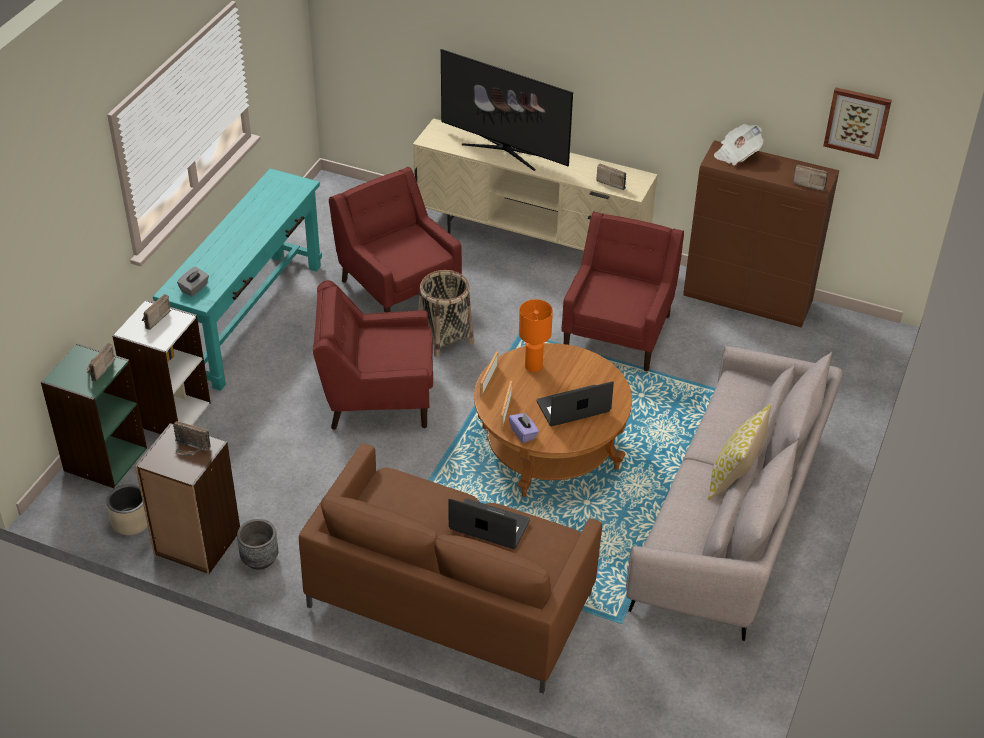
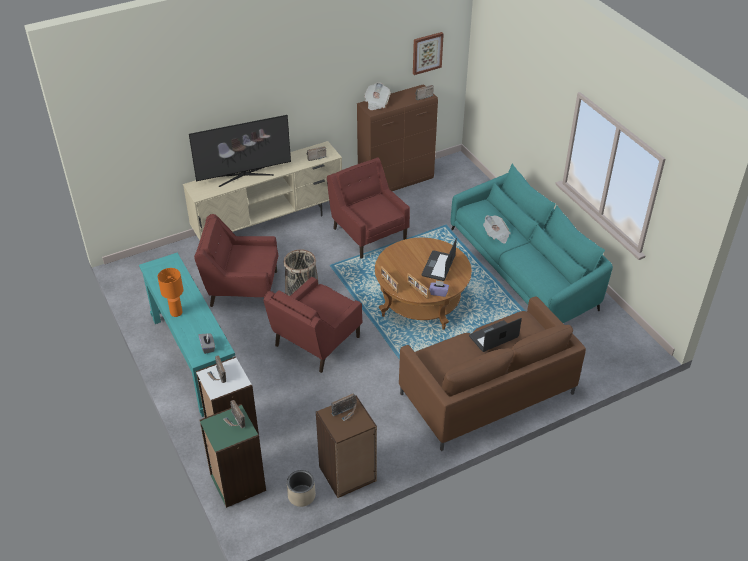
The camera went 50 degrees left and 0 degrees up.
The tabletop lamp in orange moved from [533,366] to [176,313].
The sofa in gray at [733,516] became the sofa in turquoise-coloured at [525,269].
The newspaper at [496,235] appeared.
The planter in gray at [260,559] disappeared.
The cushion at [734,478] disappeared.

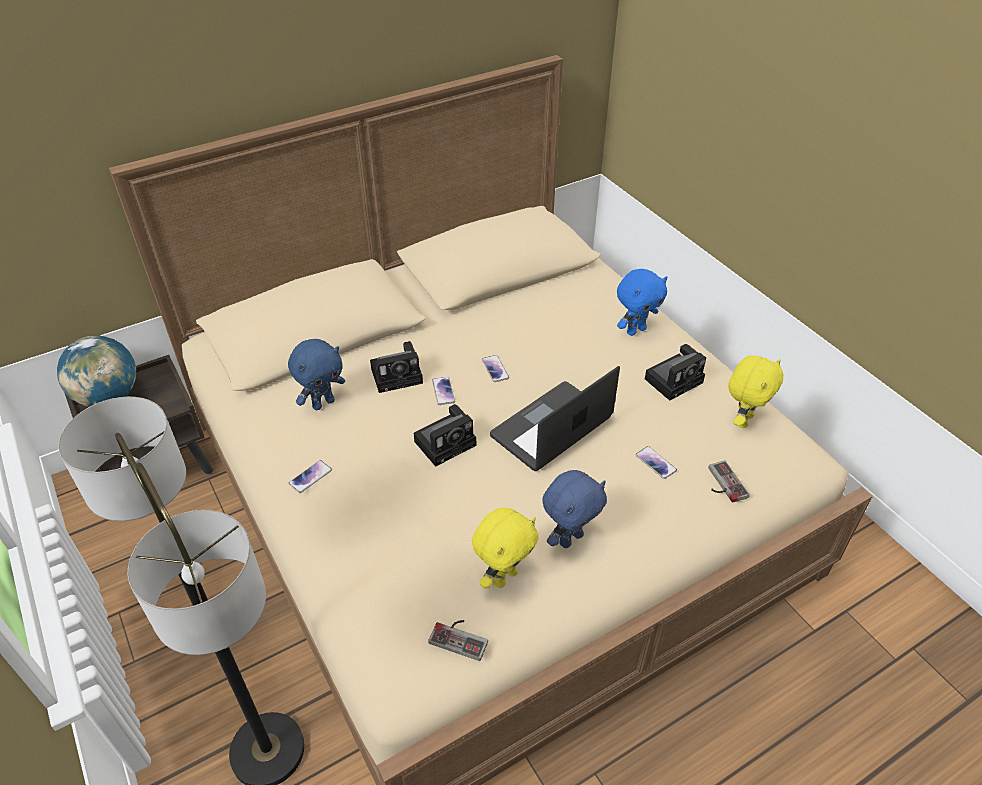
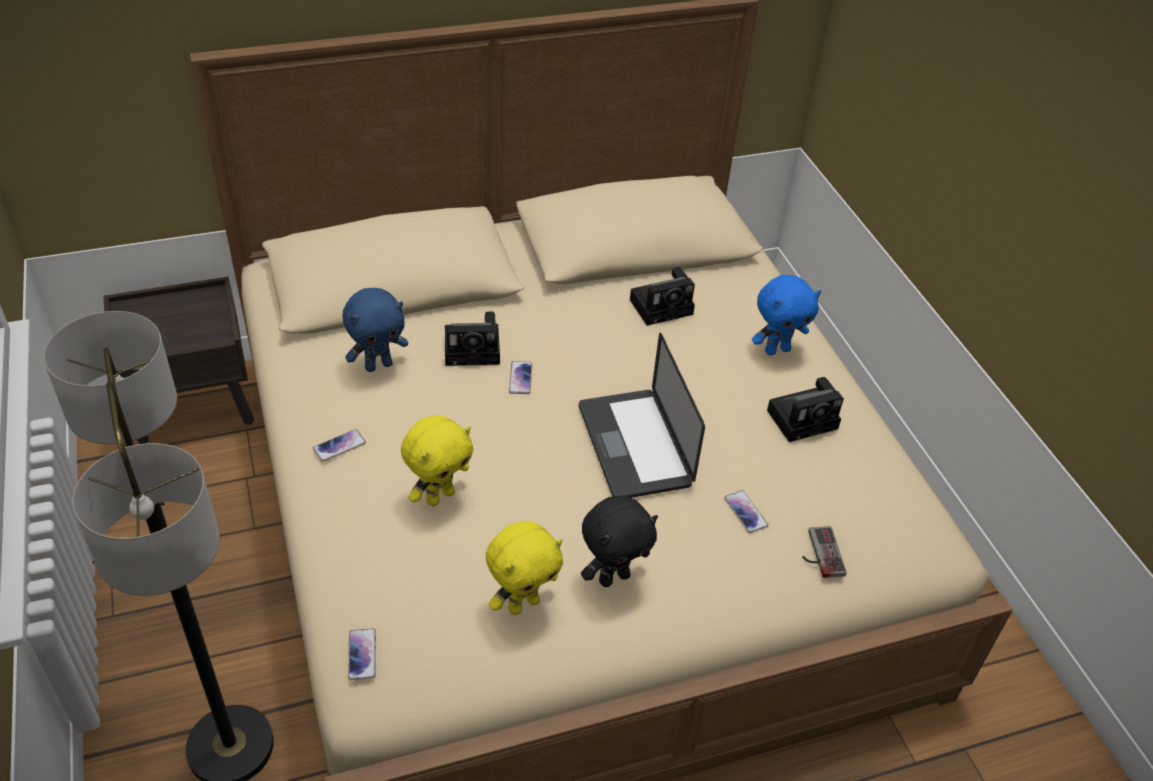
The camera went 10 degrees right and 0 degrees up.
The phone moved from [495,369] to [362,654].
The cuddly toy in yellow-coloured moved from [743,420] to [439,496].
The portable computer at [551,427] turned 75 degrees counterclockwise.
The cuddly toy in bluish at [570,538] became the cuddly toy in black-coloured at [614,577].
The photo camera moved from [447,442] to [663,306].
The globe at [109,397] disappeared.
The gamepad at [460,637] disappeared.

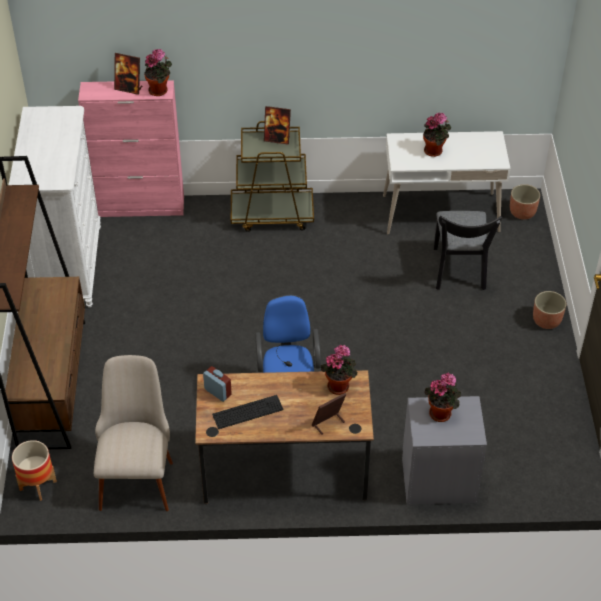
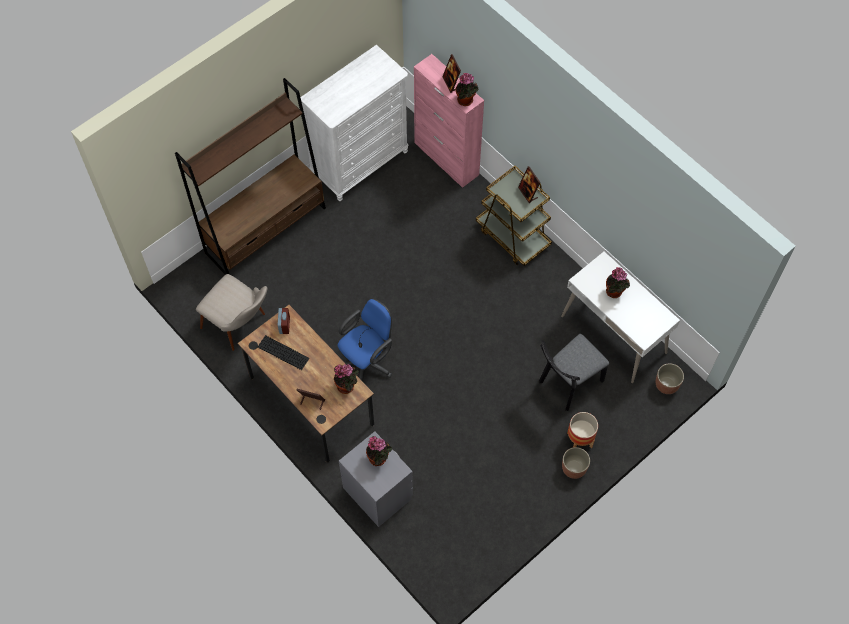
The camera went 50 degrees right and 15 degrees up.
The plain chair in sand-coloured at [137,473] turned 75 degrees clockwise.
The planter moved from [38,485] to [579,440].

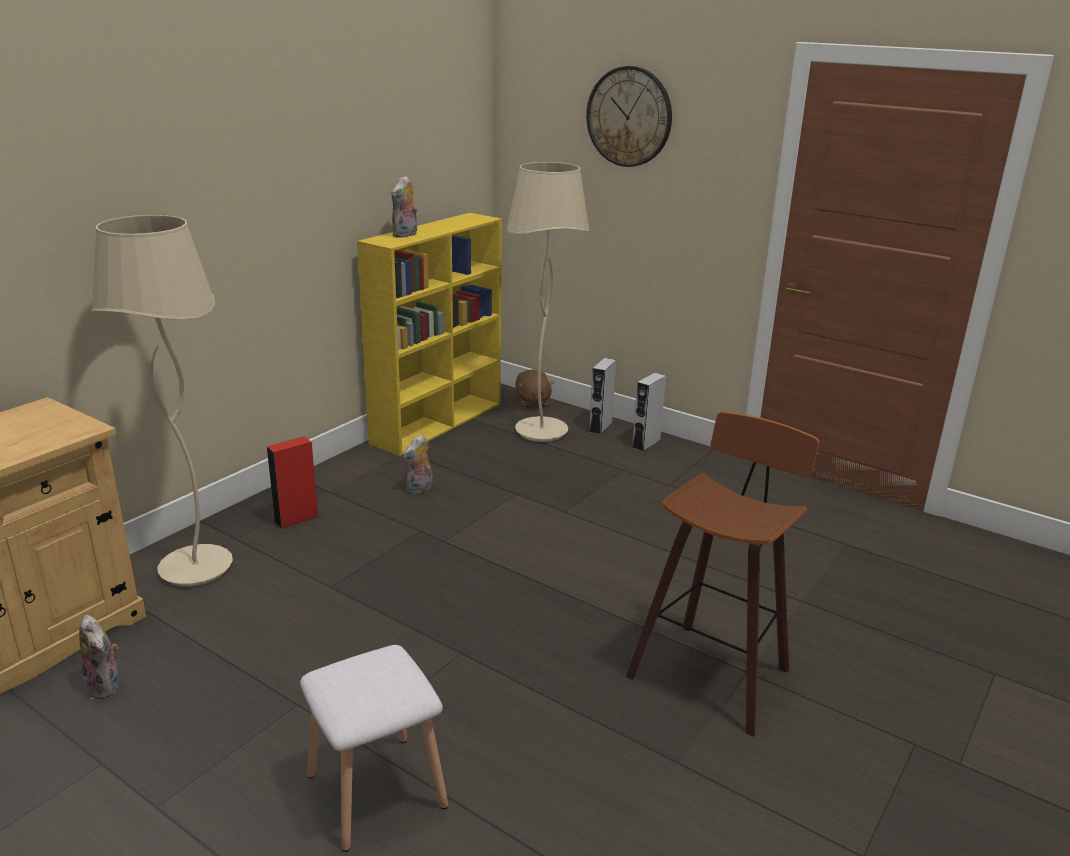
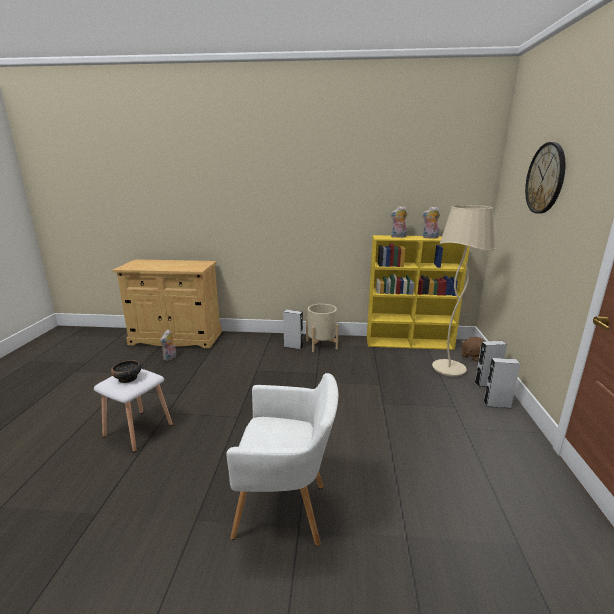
The camera went 60 degrees right and 5 degrees down.
The bowl at [127,378] appeared.
The stool seat at [713,672] was replaced by the lounge chair in white-coloured at [286,511].
The audio speaker in red-coloured at [296,519] became the audio speaker in gray at [293,346].
The planter in sand-coloured at [321,345] appeared.
The cuddly toy moved from [419,489] to [429,237].
The standard lamp in sand-coloured at [195,569] disappeared.

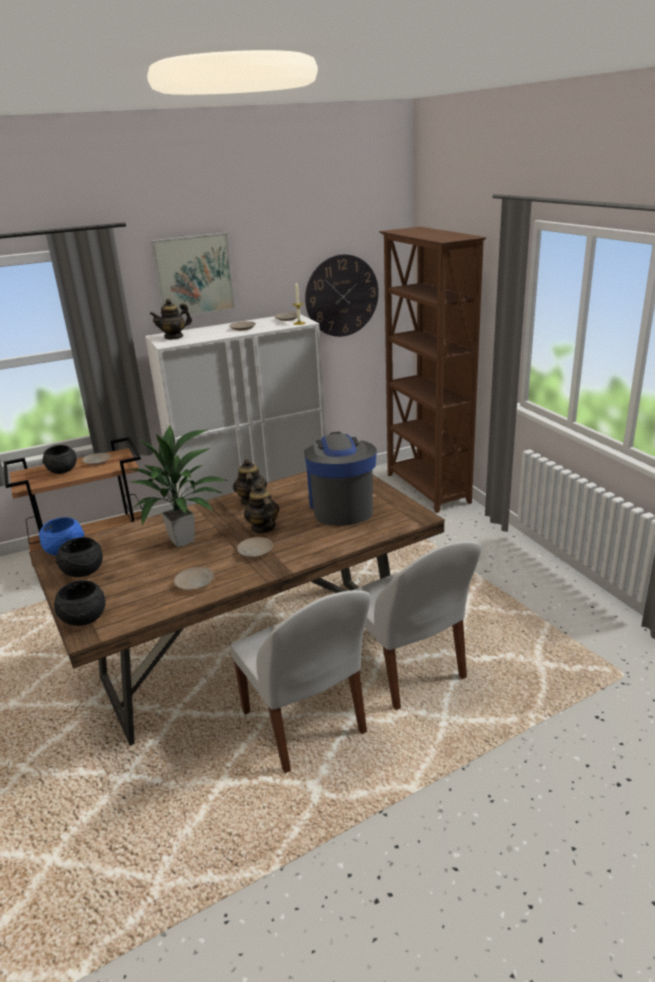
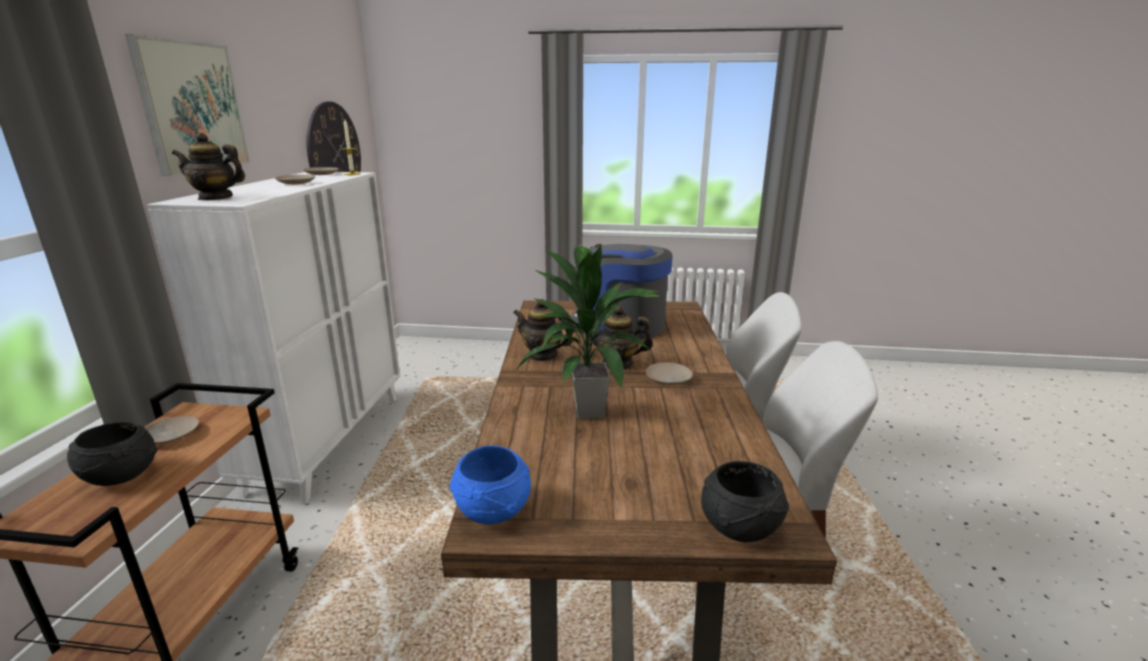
The camera went 60 degrees left and 5 degrees down.
The teapot at [174,337] turned 90 degrees clockwise.
The bowl in black-coloured at [82,572] disappeared.
The flat dish in sand-coloured at [195,583] disappeared.
The bookcase in brown at [427,489] disappeared.

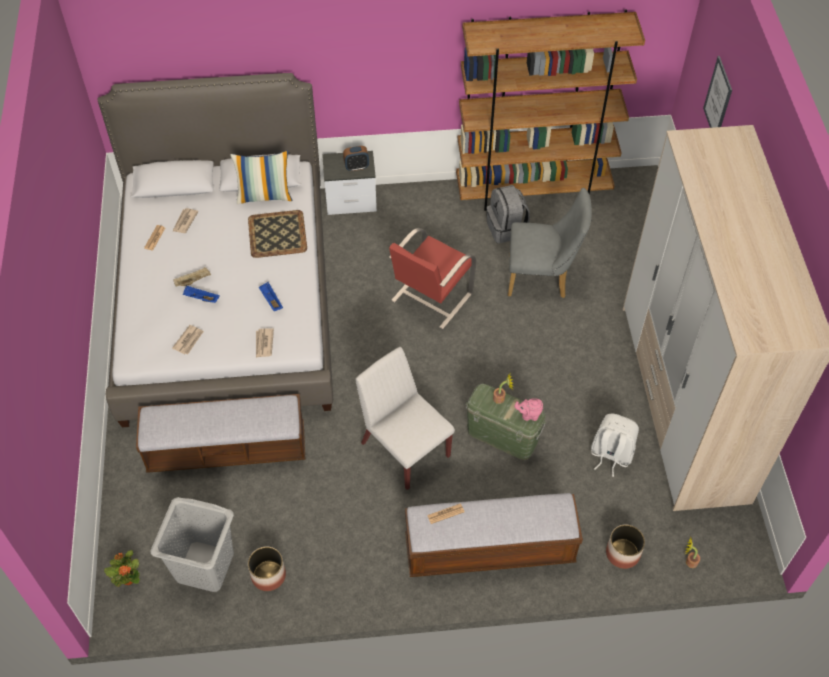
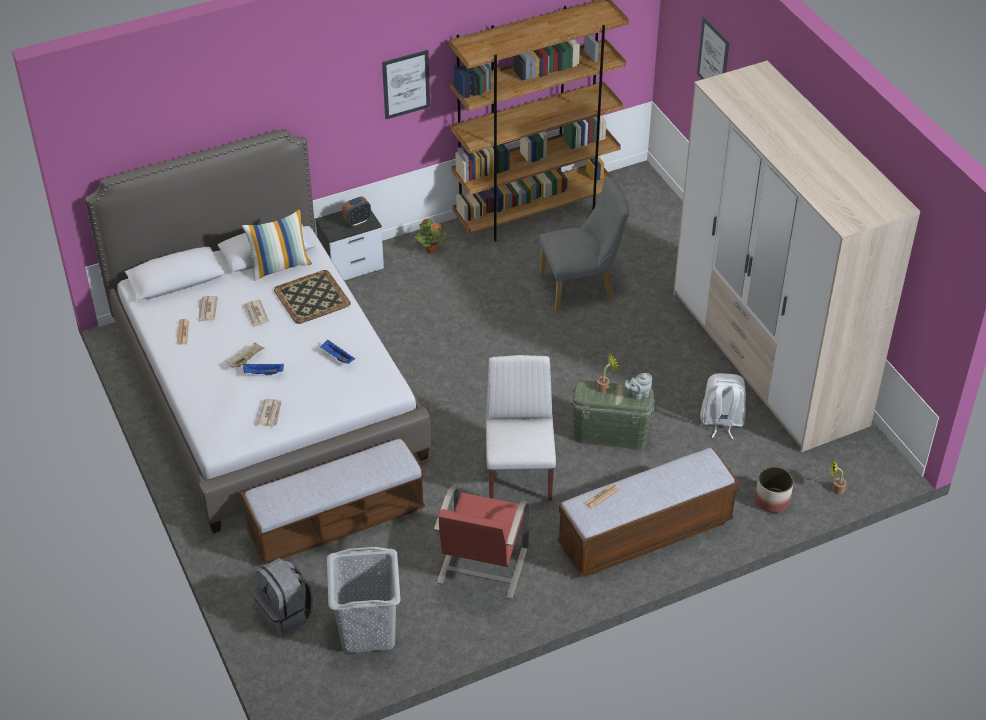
The camera went 20 degrees left and 10 degrees down.
The newspaper moved from [264,344] to [256,314].
The knapsack in gray moved from [506,229] to [286,614].
The wall picture at [406,84] appeared.
The potted plant moved from [128,579] to [430,249].
The plain chair in red-coloured moved from [430,298] to [481,567].
The plain chair in white-coloured at [404,449] turned 60 degrees clockwise.
The teapot in pink-coloured at [528,415] became the teapot in gray at [638,394].
The planter at [268,575] disappeared.

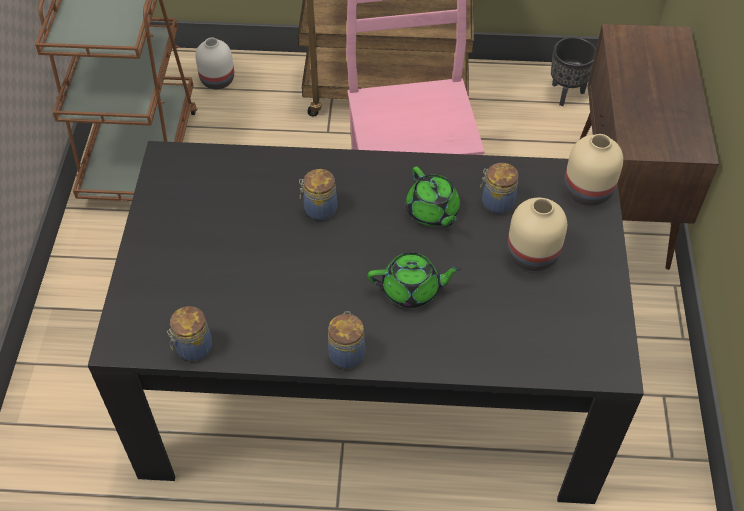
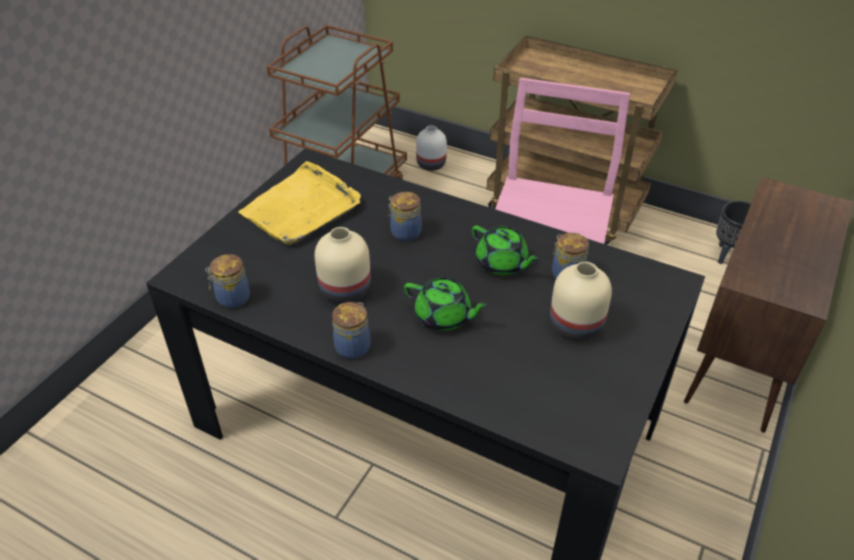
The camera went 25 degrees right and 10 degrees down.
The carrying tray in yellow-coloured at [301,208] appeared.
The flower vase in sand-coloured moved from [589,190] to [346,290].
The teapot in greenish at [432,212] turned 45 degrees counterclockwise.

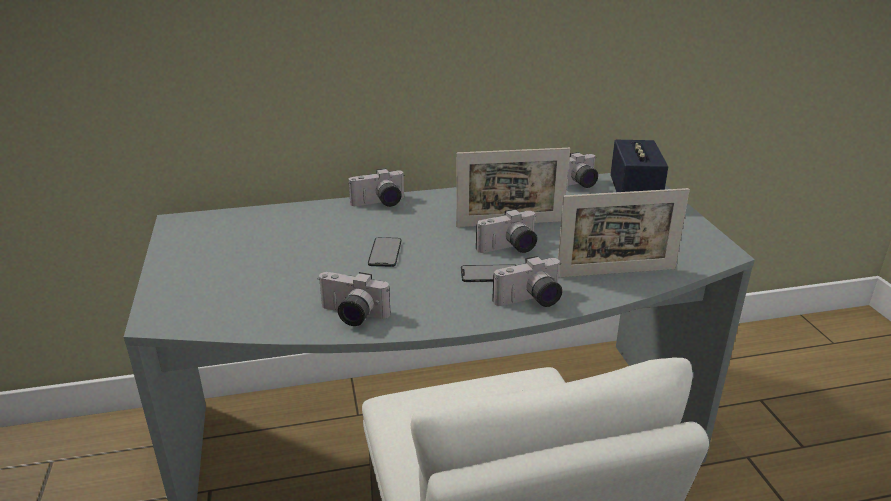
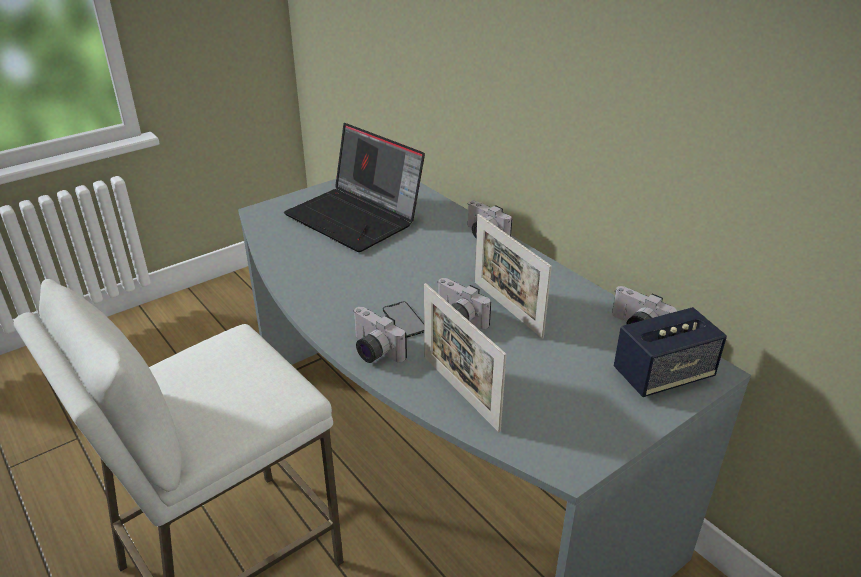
The camera went 65 degrees right and 5 degrees up.
The portable computer at [356,218] appeared.
The photo camera at [351,316] disappeared.
The phone at [385,252] disappeared.

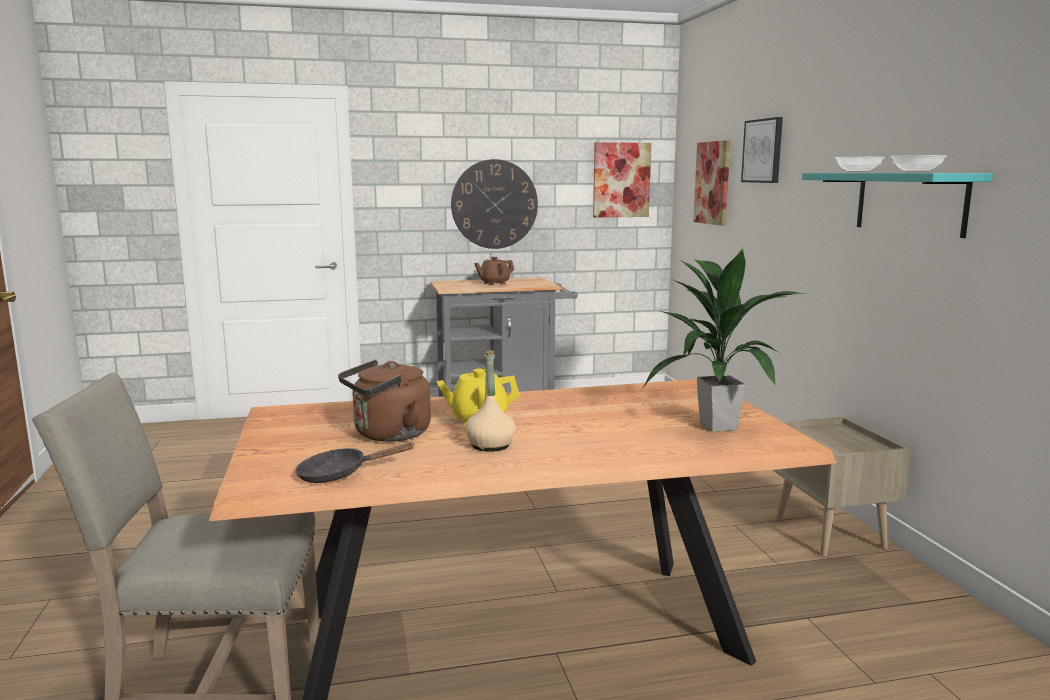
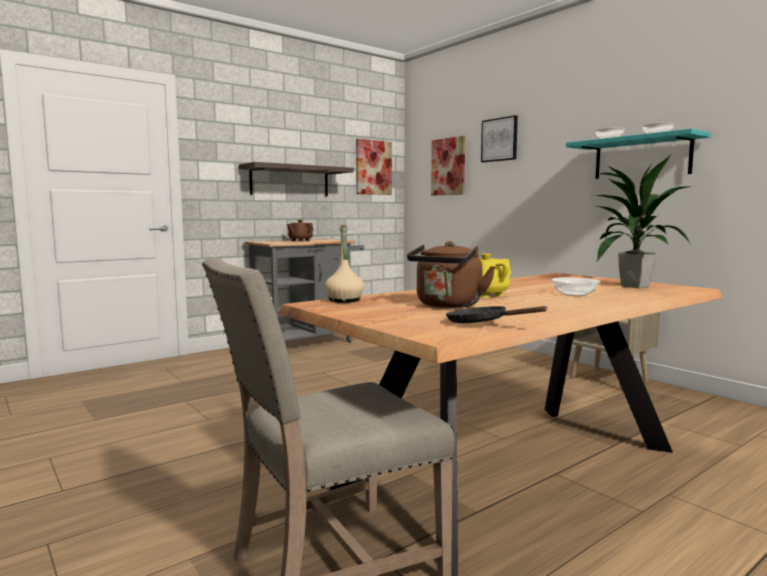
The camera went 25 degrees left and 5 degrees down.
The wall clock at [494,204] was replaced by the shelf at [290,181].
The drink bottle in sand-coloured moved from [490,445] to [344,300].
The frying pan in black-coloured at [339,474] turned 75 degrees clockwise.
The bowl at [575,294] appeared.

